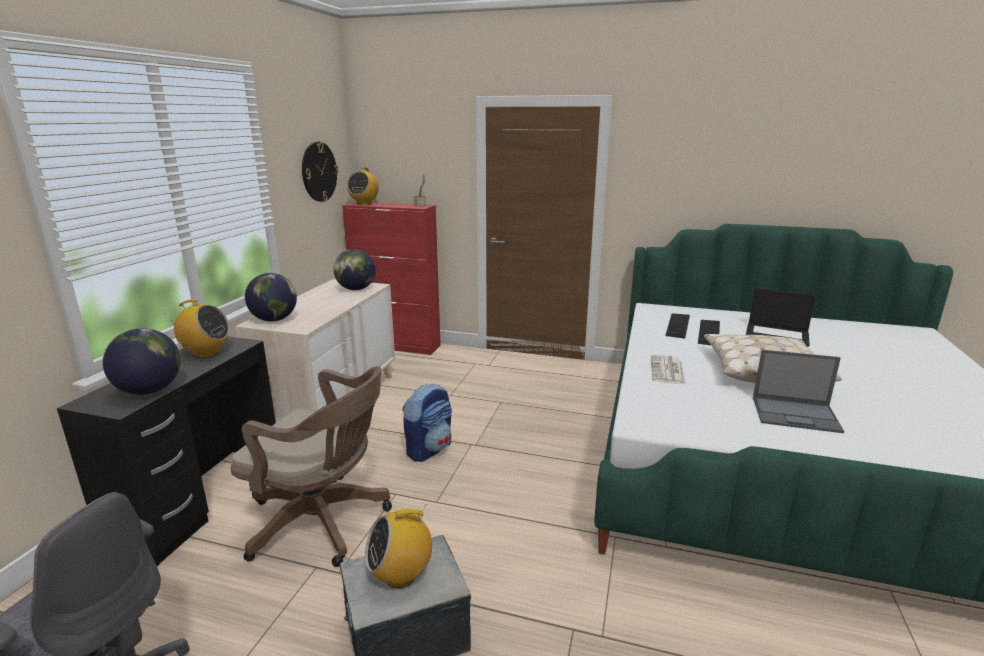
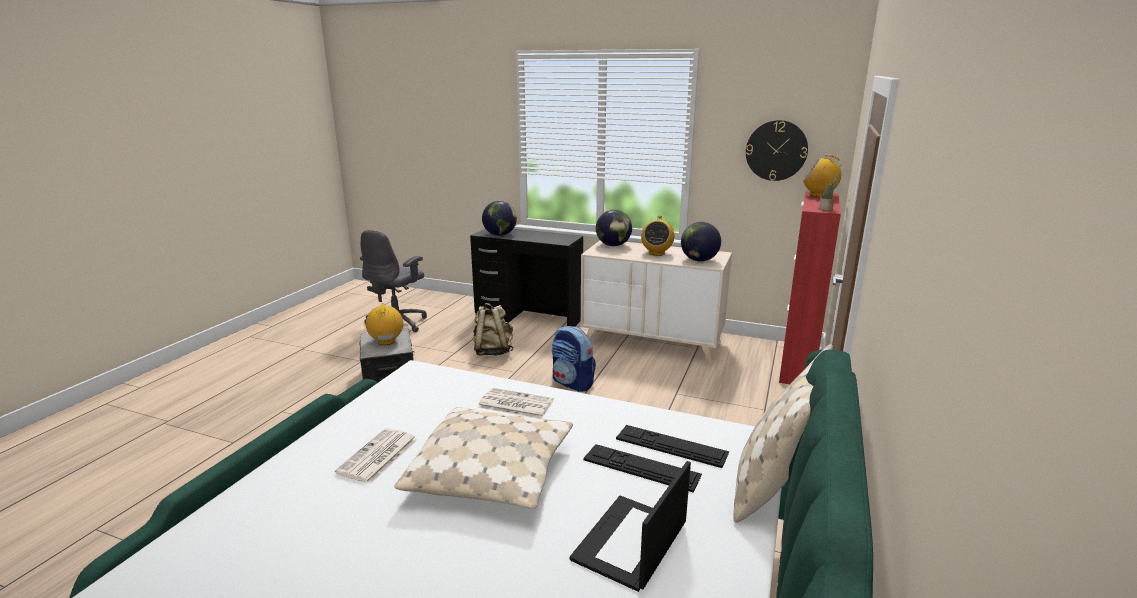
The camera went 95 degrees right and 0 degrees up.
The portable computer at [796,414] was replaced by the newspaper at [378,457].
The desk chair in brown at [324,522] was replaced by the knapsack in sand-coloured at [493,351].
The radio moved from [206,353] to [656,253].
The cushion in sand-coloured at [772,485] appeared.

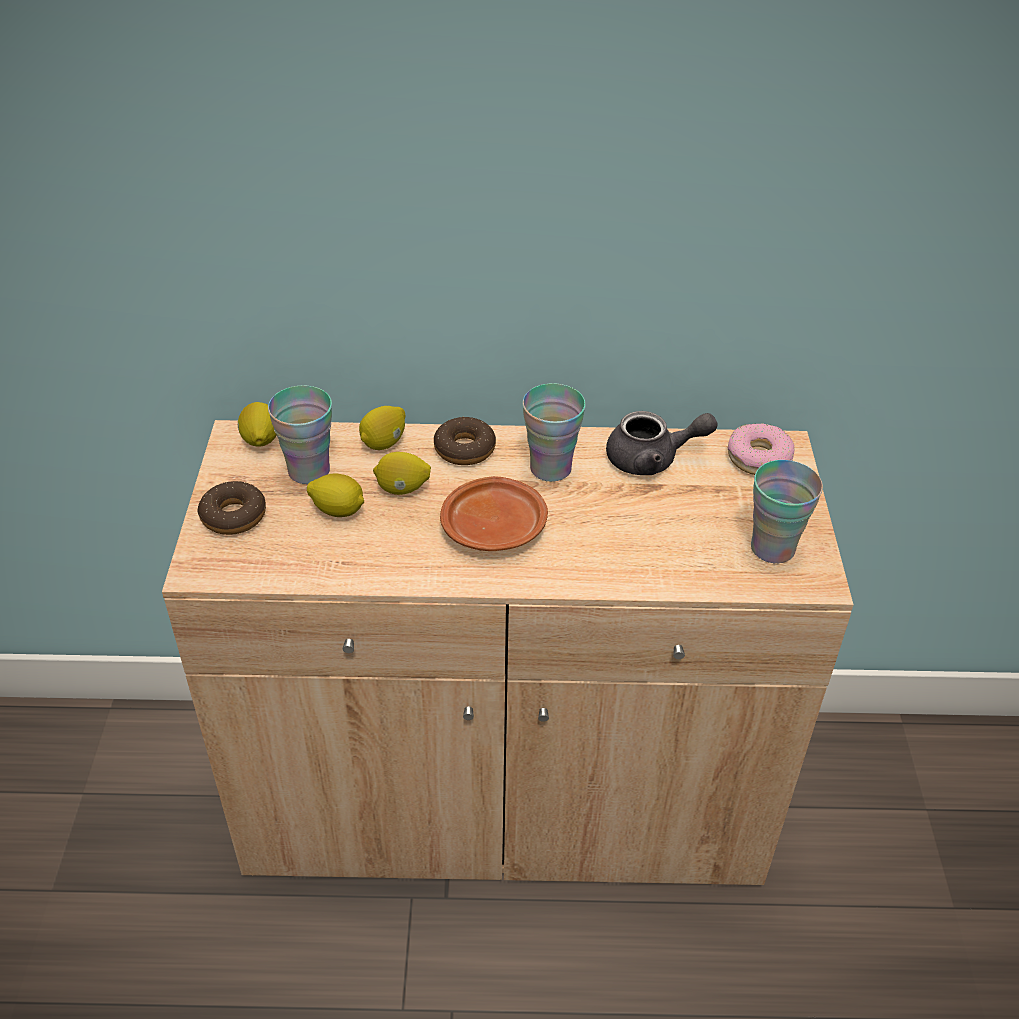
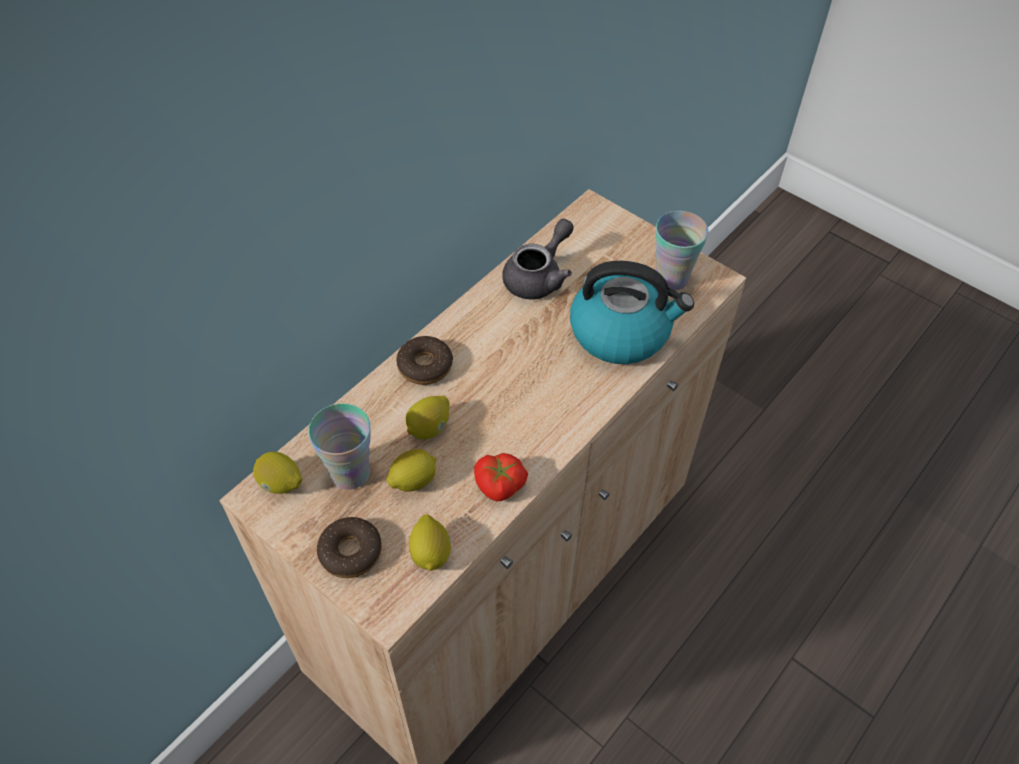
The camera went 50 degrees left and 10 degrees up.
The citrus fruit moved from [384,443] to [431,553].
The fresh tomato at [499,486] appeared.
The tea kettle at [621,332] appeared.
The flat dish in brown at [495,528] disappeared.
The drinking cup at [550,468] disappeared.
The donut at [759,458] disappeared.

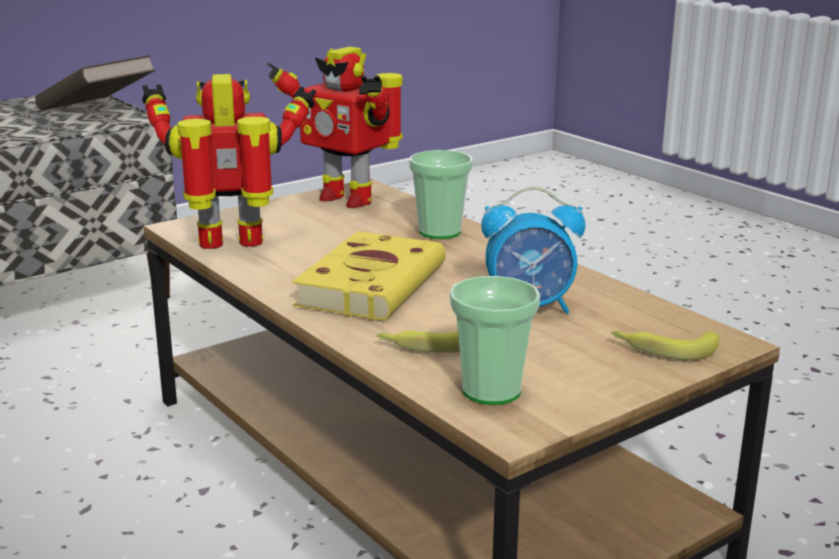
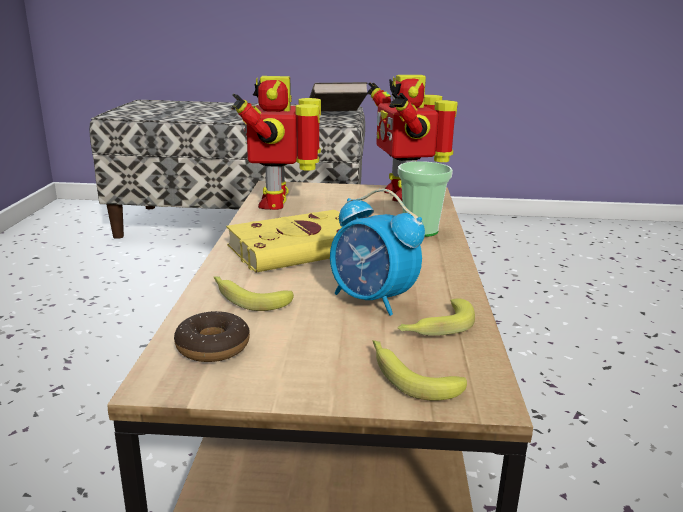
The camera went 40 degrees right and 0 degrees up.
The drinking cup at [491,391] was replaced by the donut at [213,347].
The robot figure at [233,244] turned 120 degrees counterclockwise.
The whole banana at [435,327] appeared.

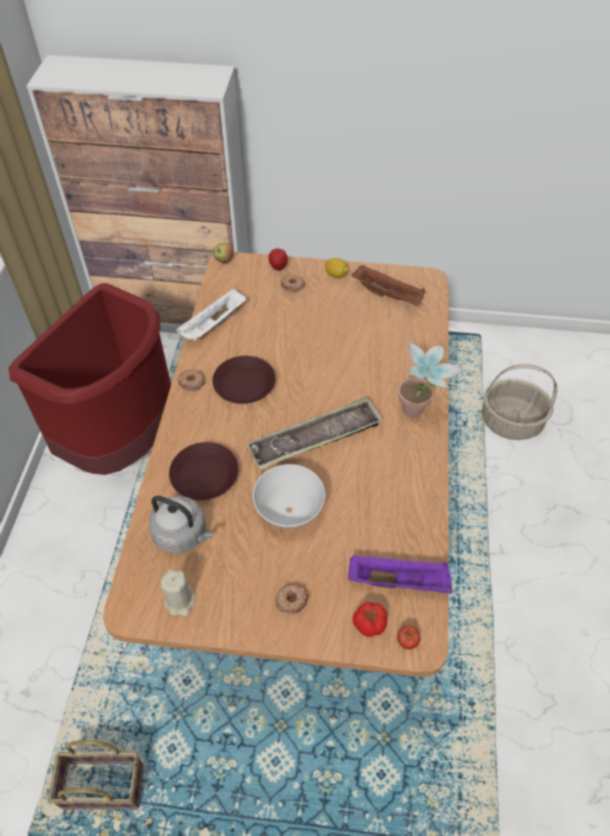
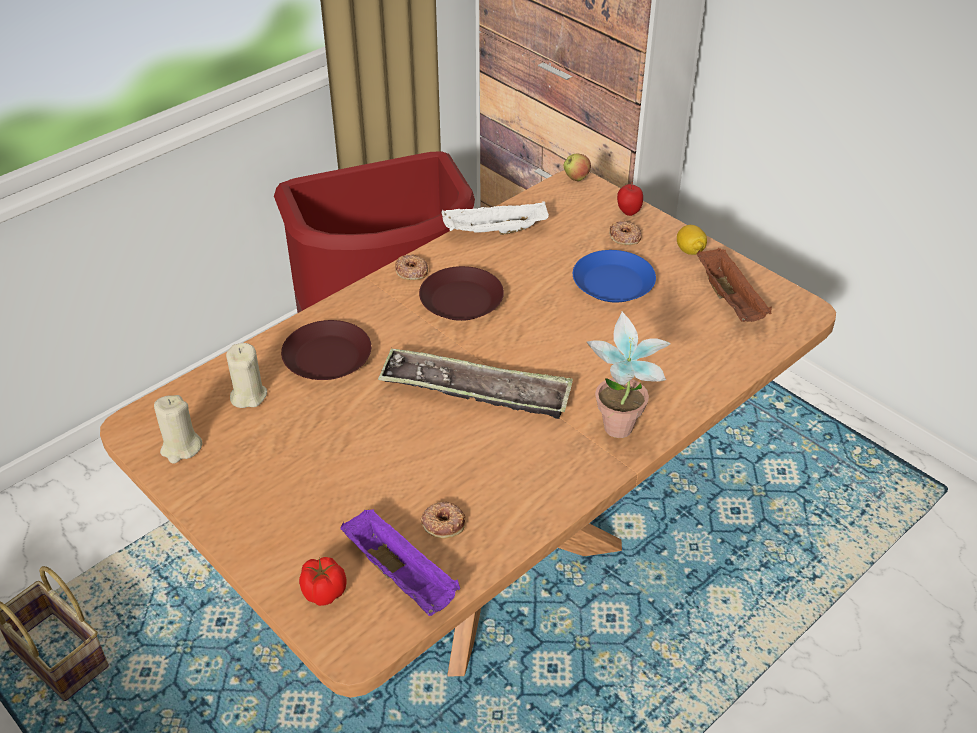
The camera went 40 degrees right and 10 degrees down.
The tea kettle in gray at [183,535] was replaced by the candle in sand-coloured at [248,395].
The donut moved from [291,600] to [443,522].
The flat dish in bluish at [613,284] appeared.
The bowl in white-coloured at [289,510] disappeared.
The fresh tomato at [407,641] disappeared.
The storage basket at [511,422] disappeared.

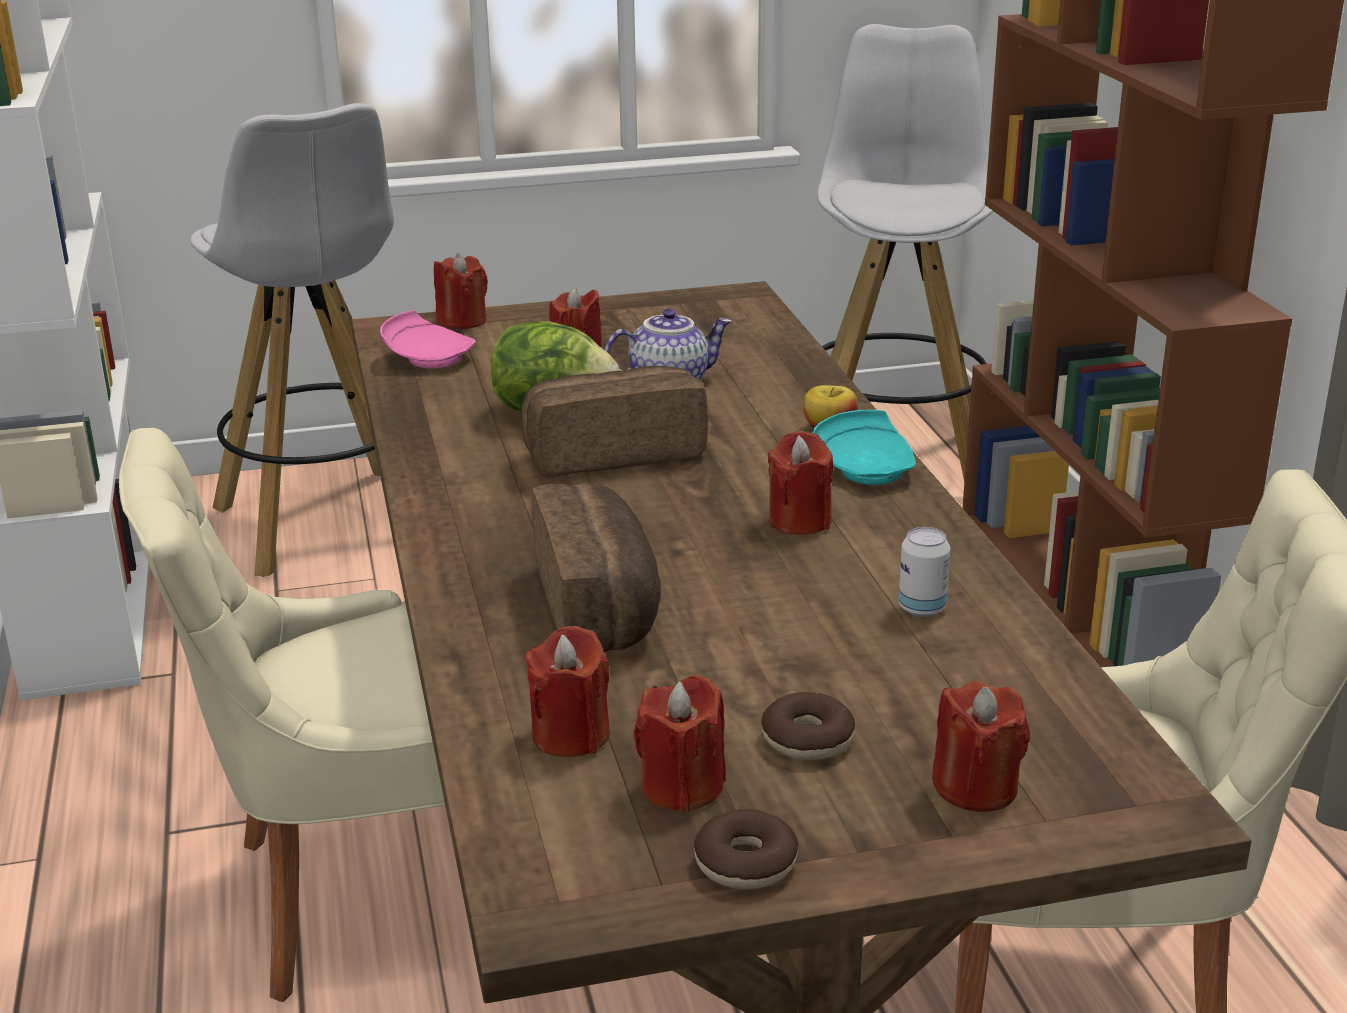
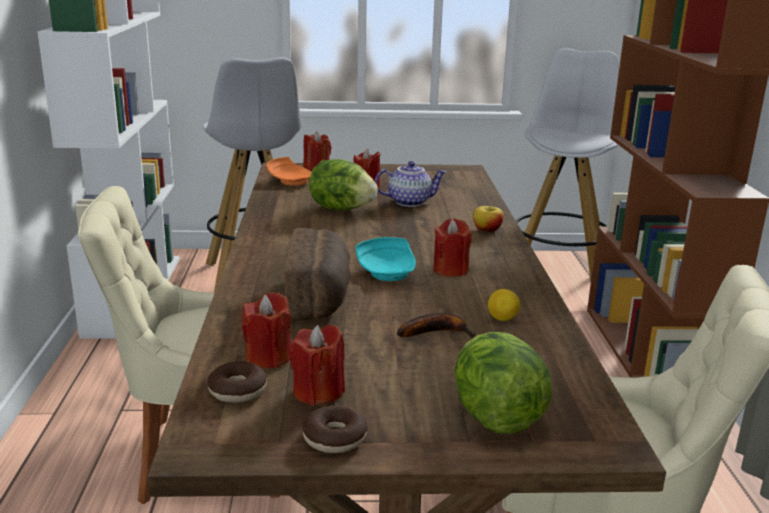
The camera went 10 degrees right and 5 degrees down.
The donut moved from [807,739] to [237,390].
The flat dish in pink-coloured at [428,358] became the flat dish in orange at [291,181].
The flat dish in turquoise-coloured moved from [867,468] to [388,272].
The whole banana at [436,332] appeared.
The candle in red-coloured at [975,787] was replaced by the head of lettuce at [495,416].
The can at [922,608] was replaced by the citrus fruit at [502,319].
The bakery bread at [614,452] disappeared.

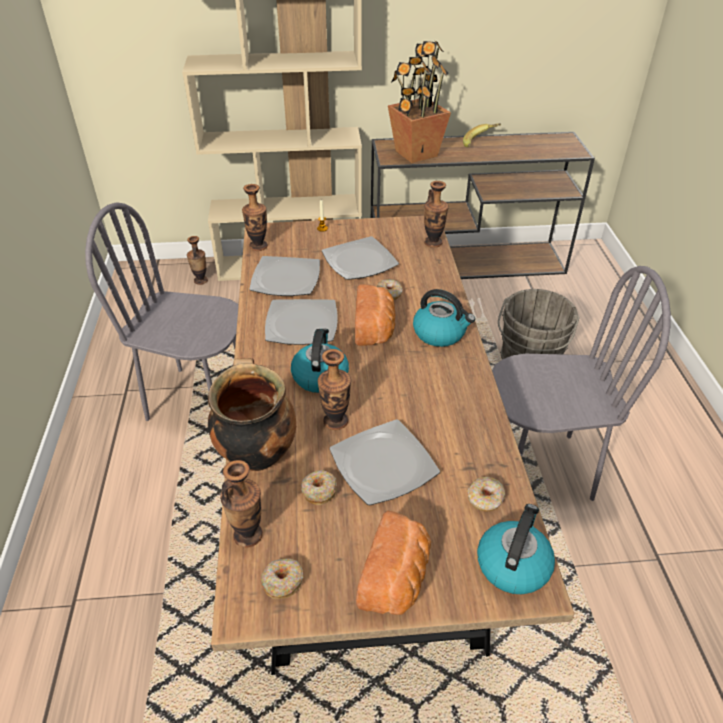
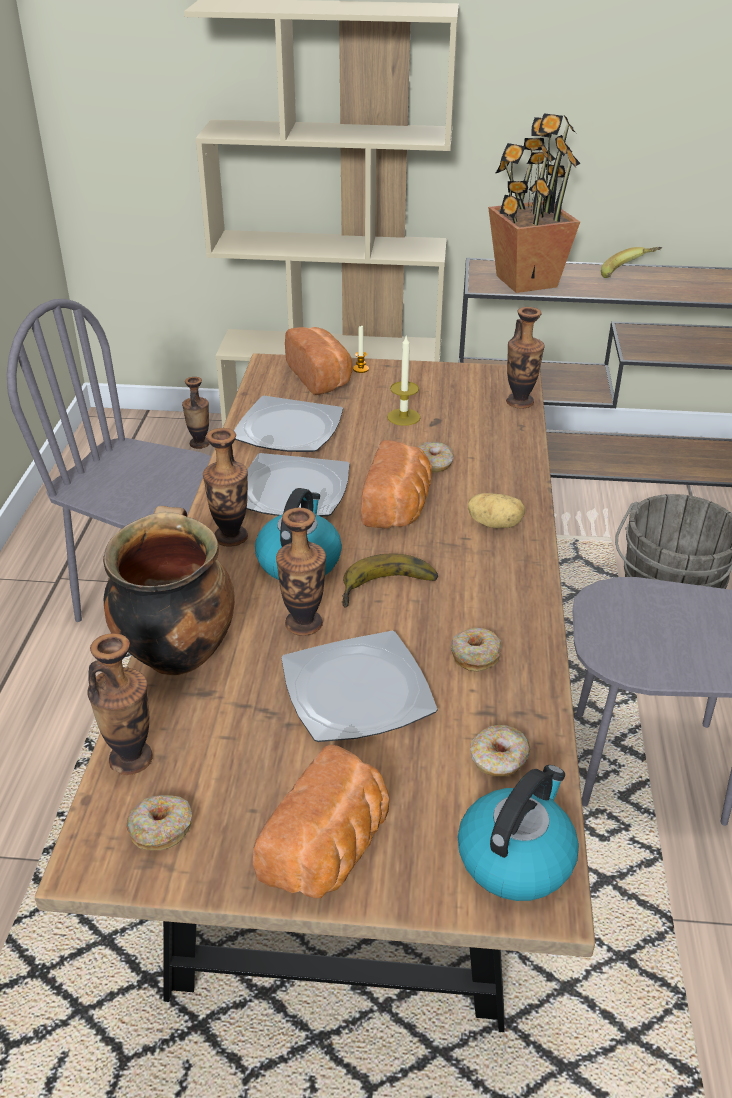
The camera went 10 degrees right and 5 degrees down.
The flower vase moved from [258,246] to [231,537].
The bakery bread at [321,377] appeared.
The whole banana at [389,590] appeared.
The flat dish at [360,261] was replaced by the candle at [403,417].
The donut moved from [319,491] to [475,655].
The tea kettle at [440,333] was replaced by the whole potato at [495,524].

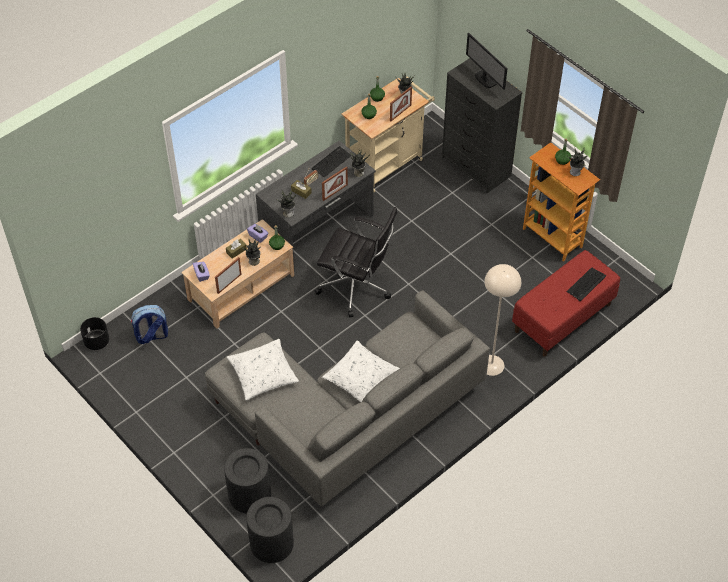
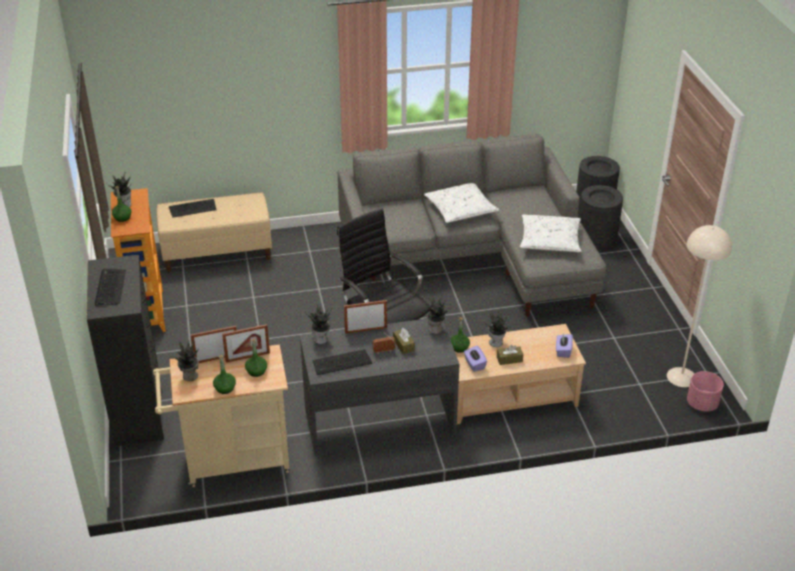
The camera went 150 degrees left and 15 degrees down.
The computer screen at [484,80] was replaced by the keyboard at [110,287].
The bench in red-coloured at [562,318] became the bench in sand-coloured at [217,252].
The picture frame moved from [229,283] to [247,357].
The standard lamp in sand-coloured moved from [491,365] to [681,376].
The planter in black-coloured at [96,342] became the planter in pink-coloured at [702,404].
The knapsack at [151,336] disappeared.

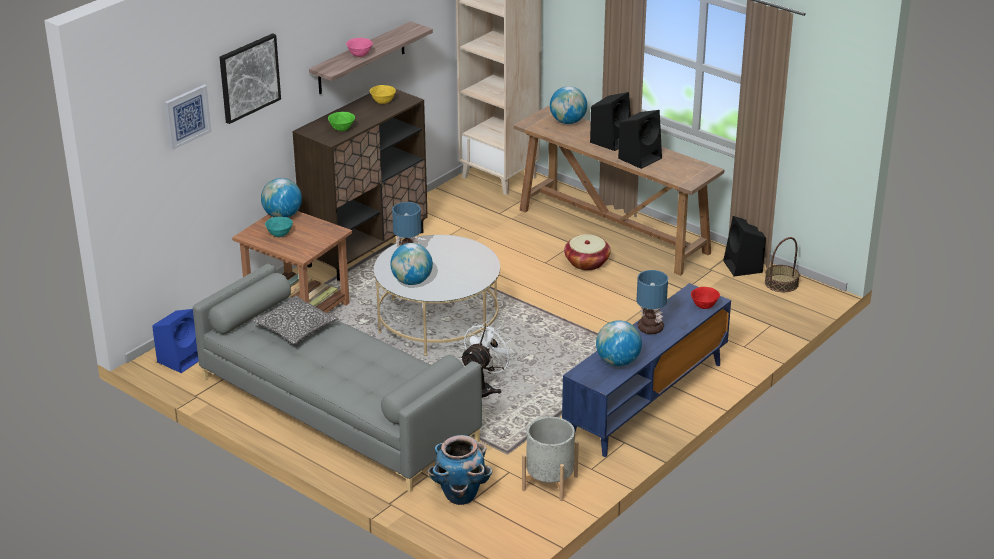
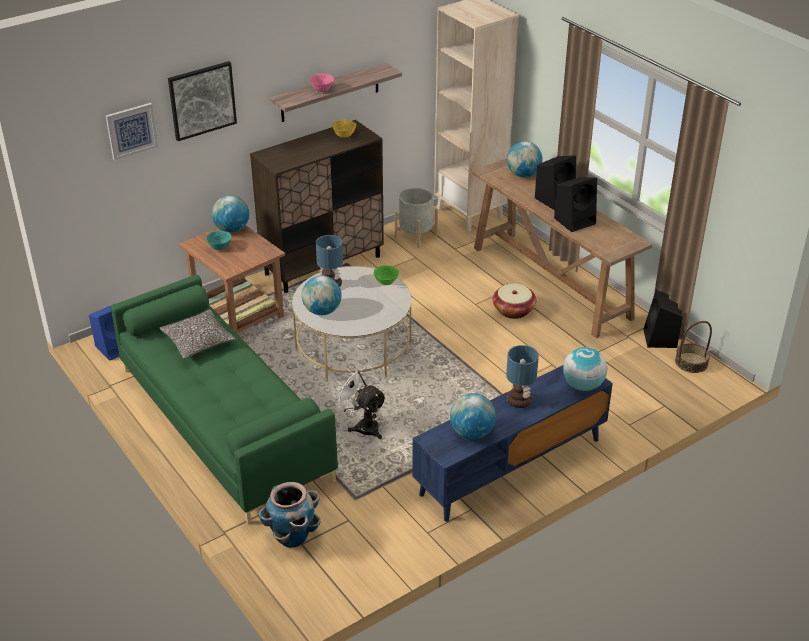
The camera went 15 degrees right and 5 degrees up.
The sofa in gray at [336,409] became the sofa in greenish at [223,422].
The fan in white-coloured at [483,389] turned 90 degrees counterclockwise.
The bowl in greenish moved from [342,129] to [386,282].
The planter in gray moved from [549,483] to [416,236].
The bowl in red-coloured at [704,306] was replaced by the globe at [583,385].

